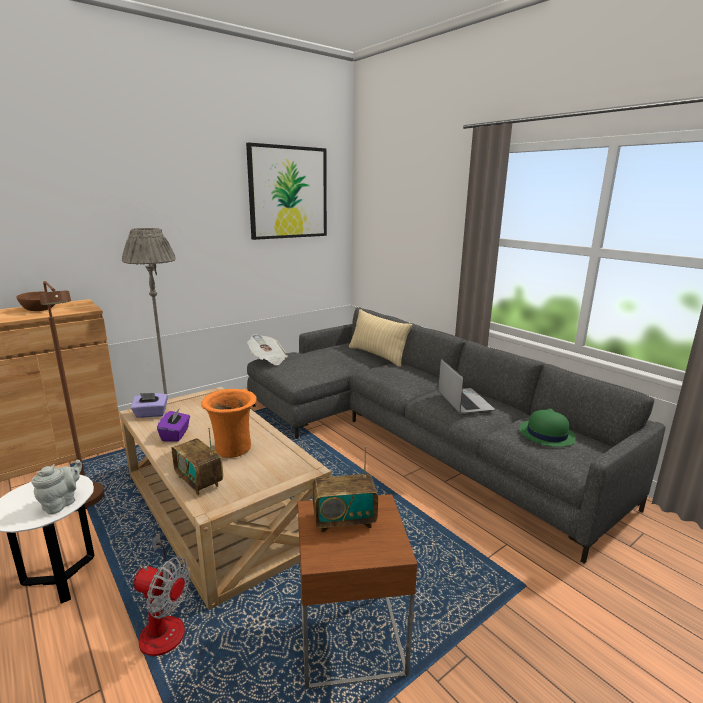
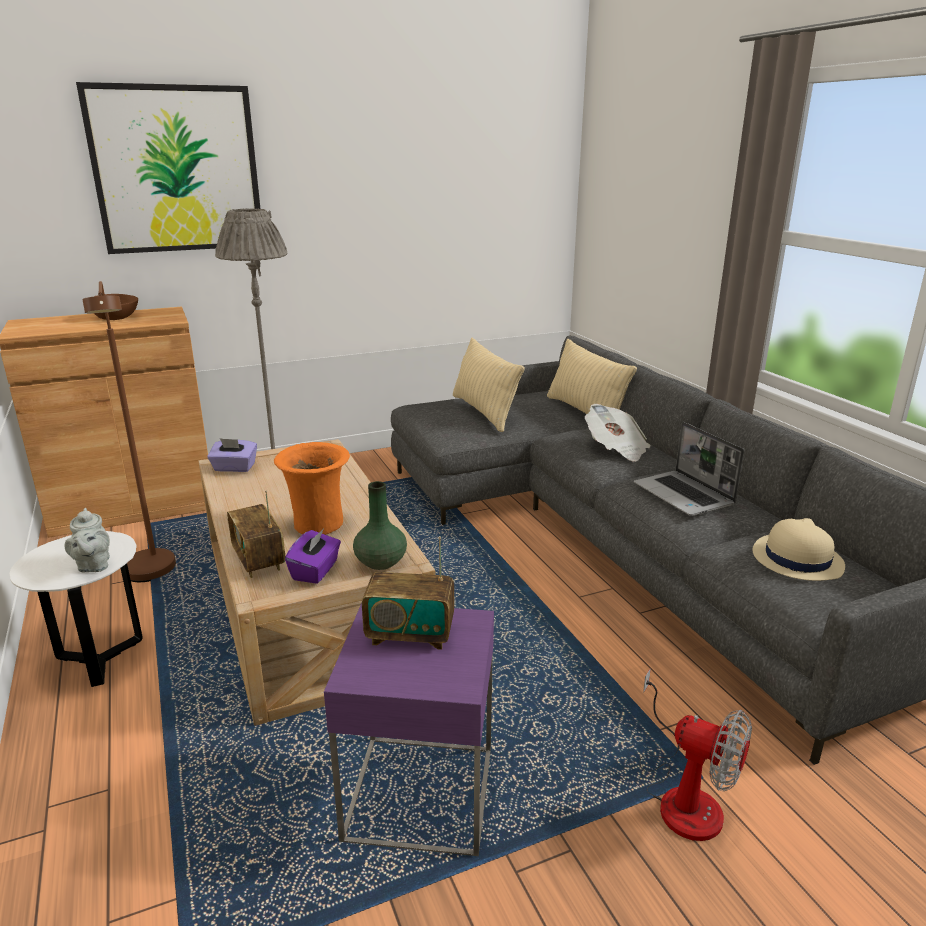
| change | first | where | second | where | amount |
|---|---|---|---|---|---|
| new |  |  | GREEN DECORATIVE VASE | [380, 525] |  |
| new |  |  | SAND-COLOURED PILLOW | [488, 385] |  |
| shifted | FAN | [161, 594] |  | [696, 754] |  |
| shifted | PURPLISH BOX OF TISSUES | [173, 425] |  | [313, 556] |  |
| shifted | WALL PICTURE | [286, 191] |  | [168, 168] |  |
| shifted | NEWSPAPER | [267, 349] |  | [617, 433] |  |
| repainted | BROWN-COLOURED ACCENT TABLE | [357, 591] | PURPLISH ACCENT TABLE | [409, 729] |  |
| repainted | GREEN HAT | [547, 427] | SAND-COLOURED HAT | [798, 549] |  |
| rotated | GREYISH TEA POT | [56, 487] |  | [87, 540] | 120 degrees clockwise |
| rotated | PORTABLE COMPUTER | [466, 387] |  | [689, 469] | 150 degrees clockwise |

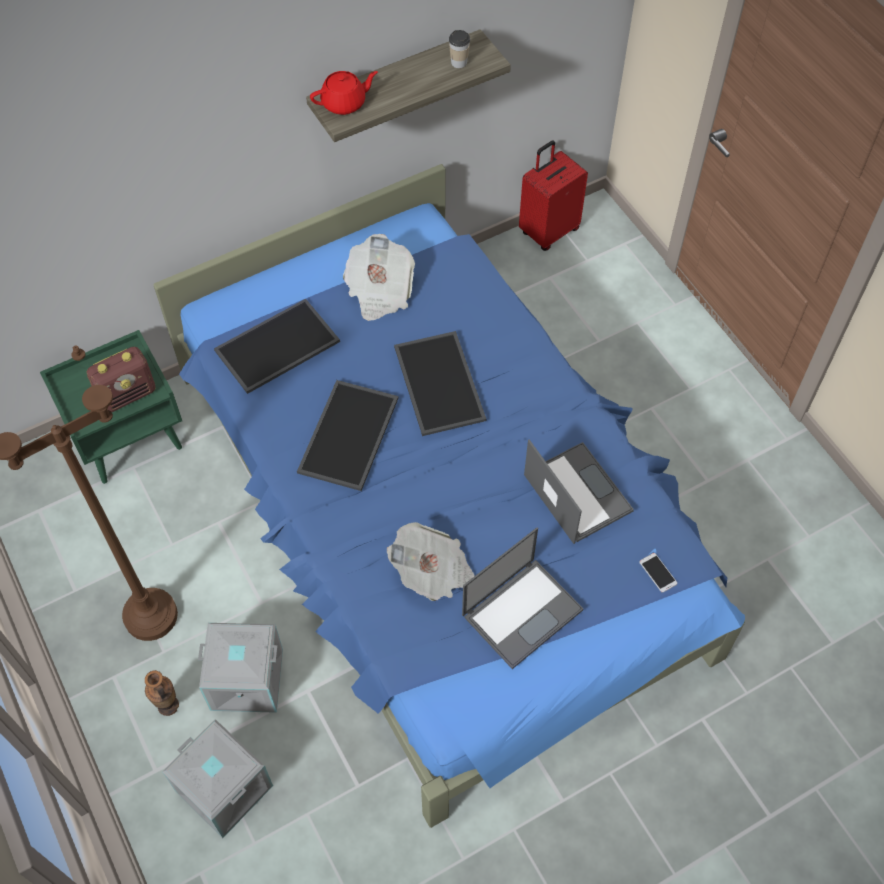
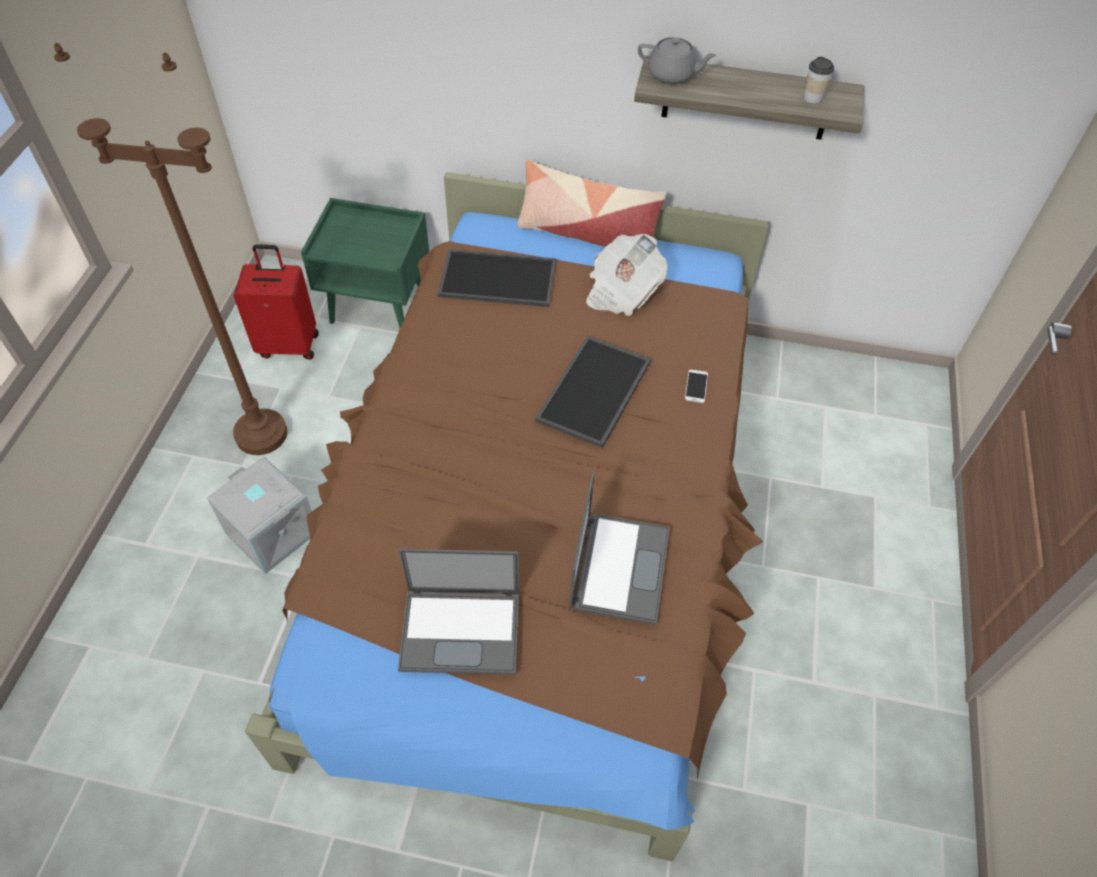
| change | first | where | second | where | amount |
|---|---|---|---|---|---|
| gone | RADIO SET | [121, 379] |  |  |  |
| gone | DECORATIVE VASE | [162, 693] |  |  |  |
| gone | GREYISH STORAGE BOX | [217, 778] |  |  |  |
| gone | SERVING TRAY | [348, 435] |  |  |  |
| gone | NEWSPAPER | [430, 561] |  |  |  |
| new |  |  | PILLOW | [591, 203] |  |
| shifted | RED SUITCASE | [553, 195] |  | [276, 302] |  |
| shifted | TELEPHONE | [658, 573] |  | [696, 386] |  |
| repainted | BLUE-COLOURED BED | [449, 496] | BROWN-COLOURED BED | [507, 516] |  |
| repainted | RED TEA POT | [344, 93] | GREYISH TEA POT | [677, 60] |  |

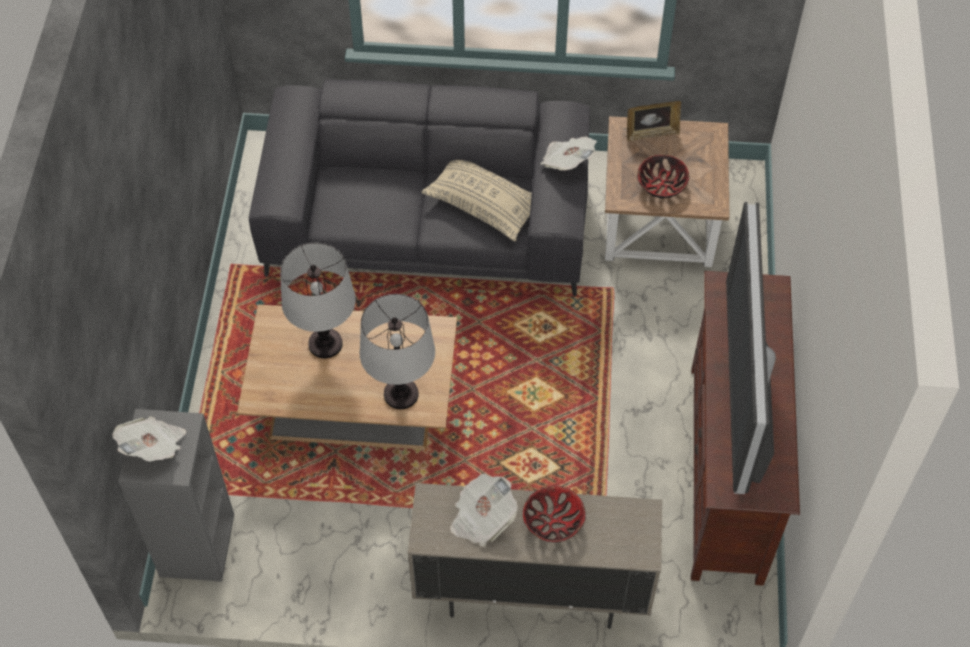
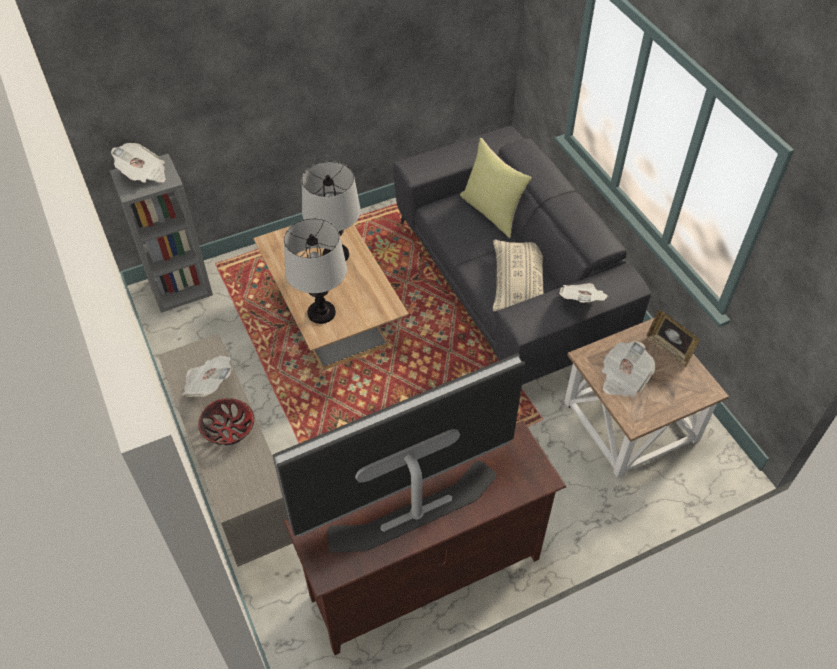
| change | first | where | second | where | amount |
|---|---|---|---|---|---|
| new |  |  | YELLOW PILLOW | [496, 188] |  |
| swapped | DEEP DISH | [663, 177] | NEWSPAPER | [628, 369] |  |

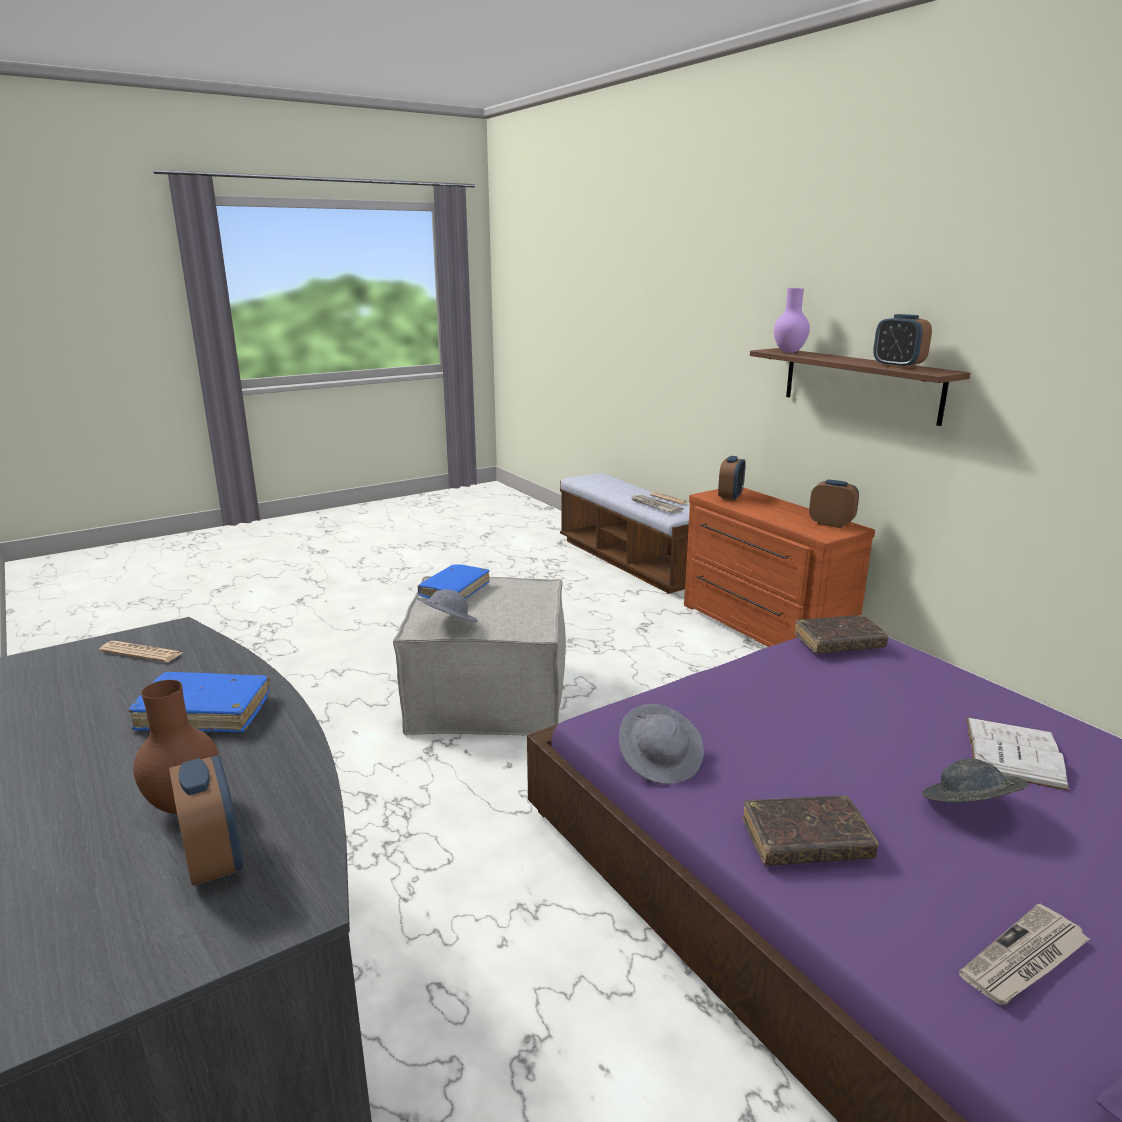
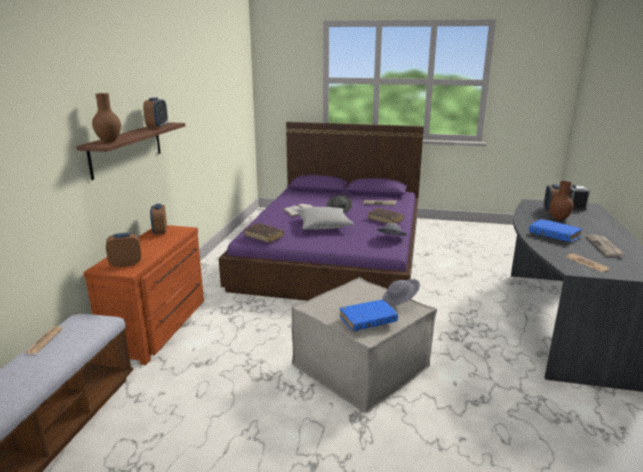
| change | first | where | second | where | amount |
|---|---|---|---|---|---|
| new |  |  | GREYISH PILLOW | [325, 218] |  |
| new |  |  | BEDSIDE CLOCK | [579, 197] |  |
| shifted | NEWSPAPER | [657, 504] |  | [604, 246] |  |
| repainted | PURPLISH DECORATIVE VASE | [792, 320] | BROWN-COLOURED DECORATIVE VASE | [106, 117] |  |

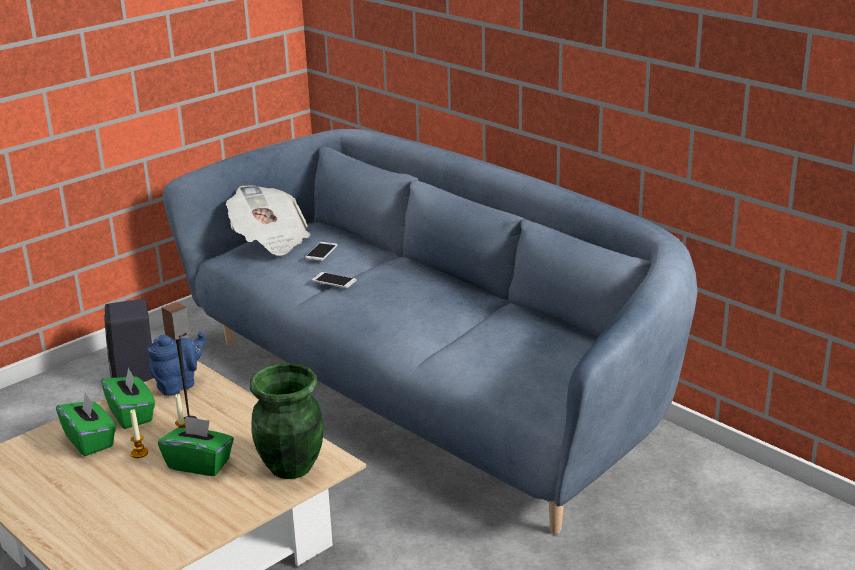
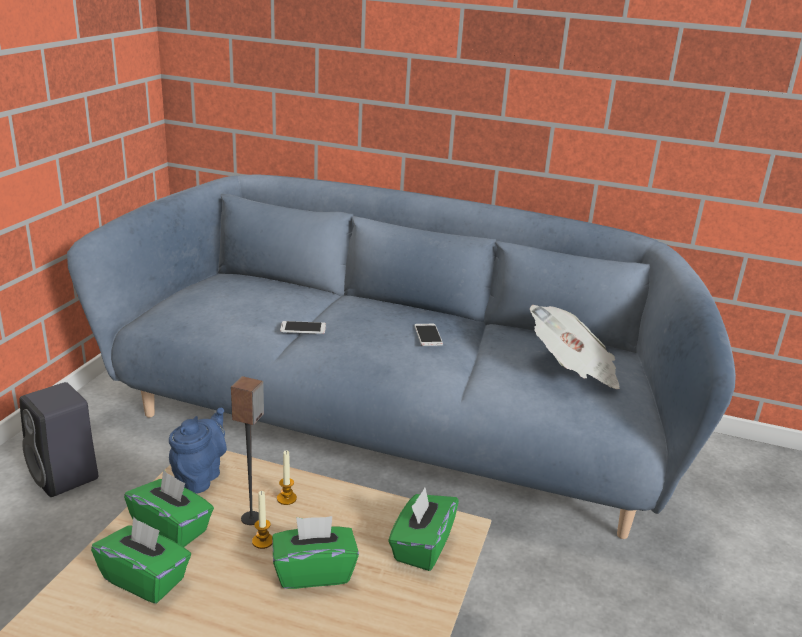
| change | first | where | second | where | amount |
|---|---|---|---|---|---|
| shifted | WAX CANDLE | [139, 433] |  | [287, 477] |  |
| shifted | NEWSPAPER | [268, 221] |  | [575, 347] |  |
| shifted | TELEPHONE | [321, 251] |  | [429, 335] |  |
| swapped | GREEN DECORATIVE VASE | [286, 421] | GREEN BOX OF TISSUES | [423, 529] |  |

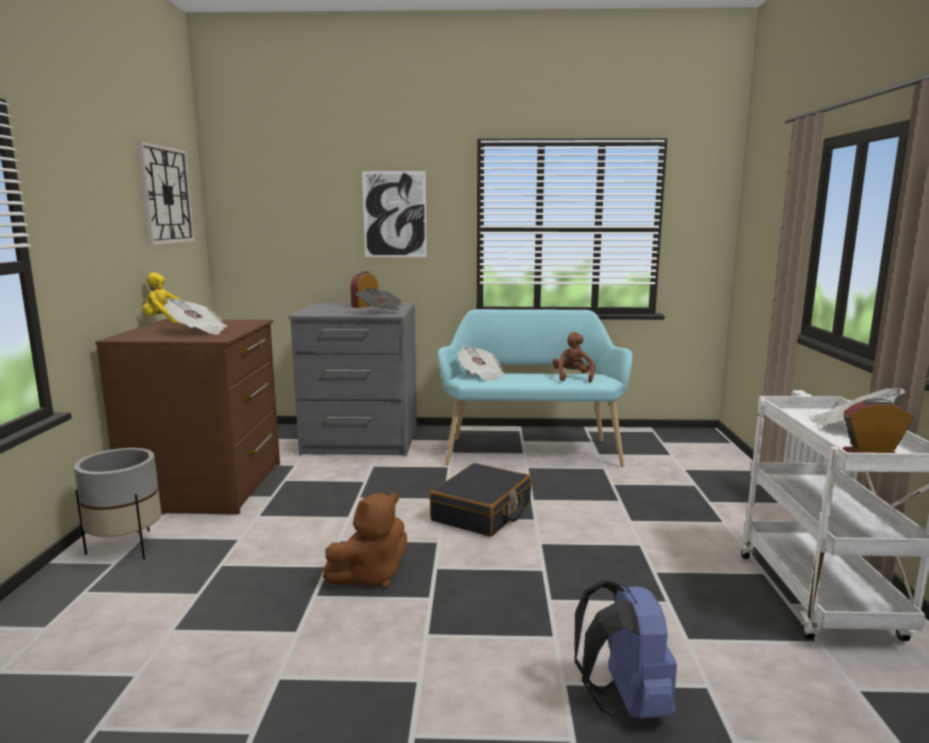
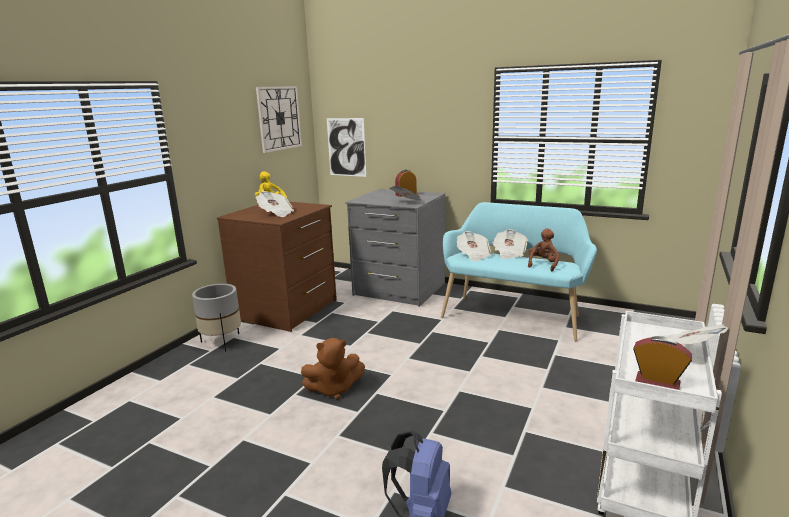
| change | first | where | second | where | amount |
|---|---|---|---|---|---|
| gone | BLACKISH SUITCASE | [480, 500] |  |  |  |
| new |  |  | NEWSPAPER | [510, 244] |  |
| shifted | WALL PICTURE | [394, 214] |  | [346, 147] |  |

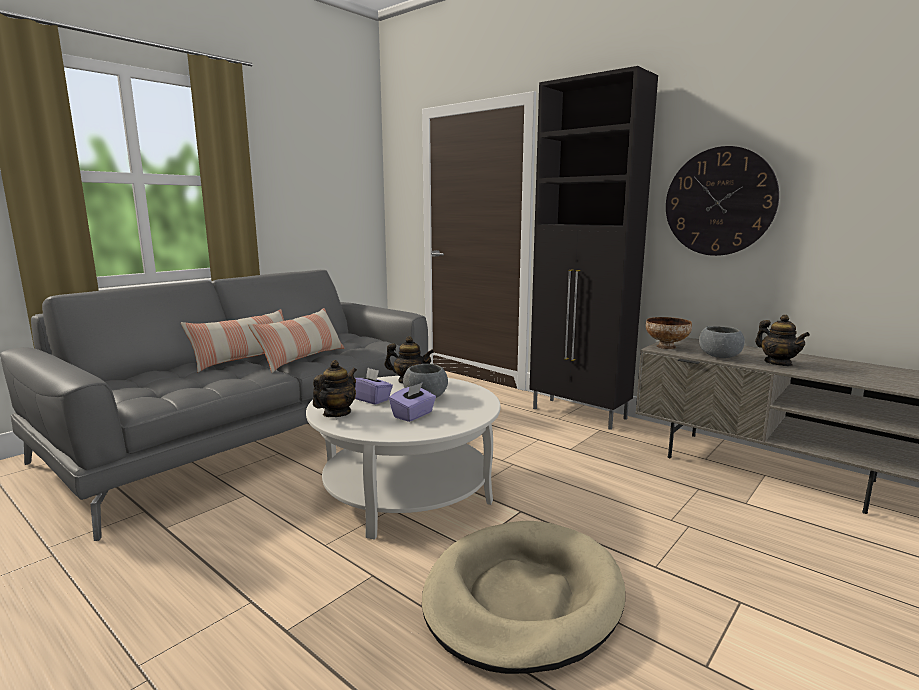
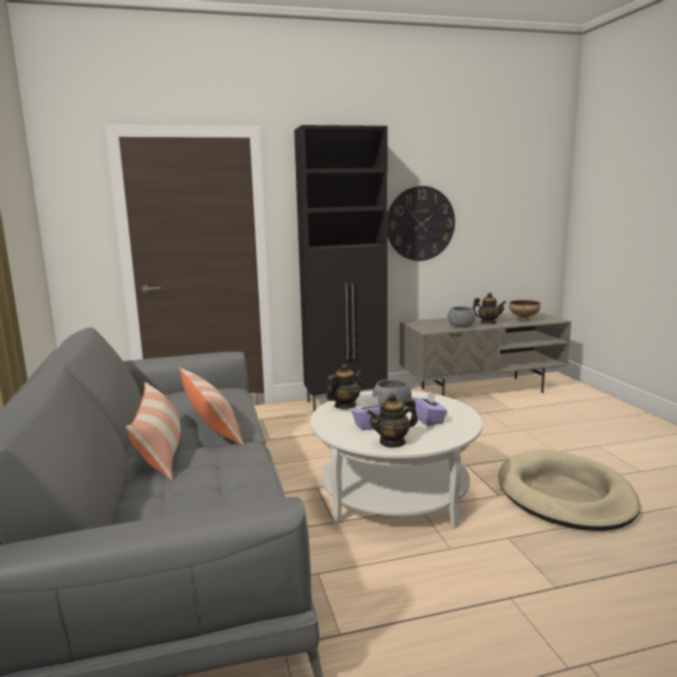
| change | first | where | second | where | amount |
|---|---|---|---|---|---|
| shifted | DEEP DISH | [669, 333] |  | [525, 311] |  |
| rotated | TEA POT | [335, 388] |  | [392, 420] | 90 degrees counterclockwise |

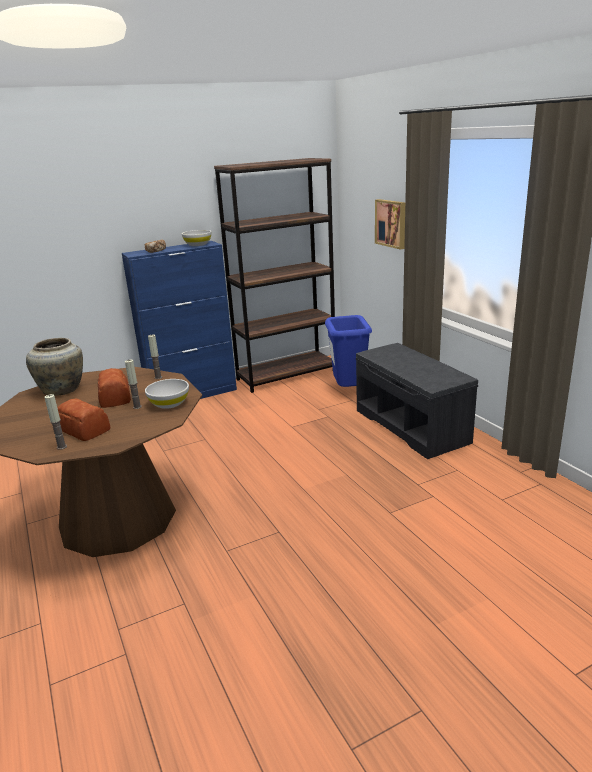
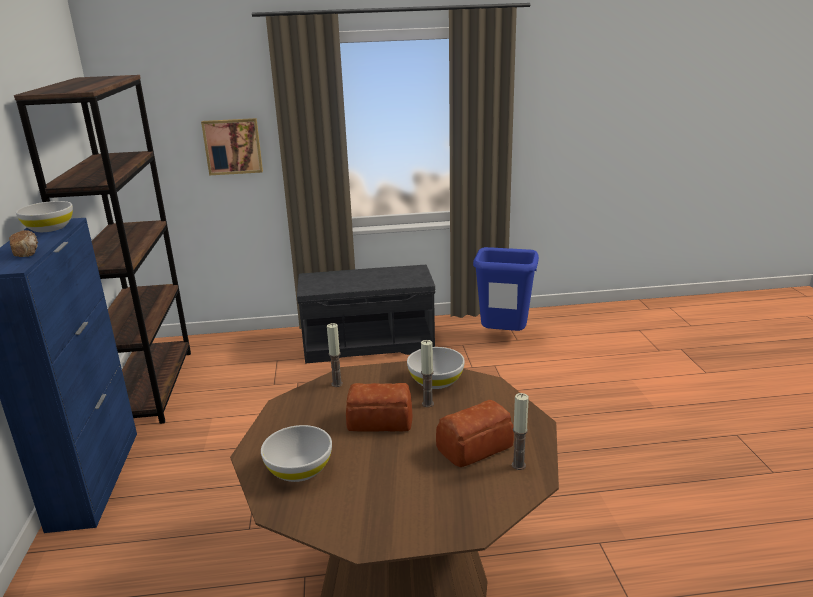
| change | first | where | second | where | amount |
|---|---|---|---|---|---|
| shifted | BLUE-COLOURED TRASH CAN | [348, 351] |  | [506, 289] |  |
| swapped | SAND-COLOURED DECORATIVE VASE | [54, 367] | WHITE-COLOURED DEEP DISH | [296, 453] |  |

